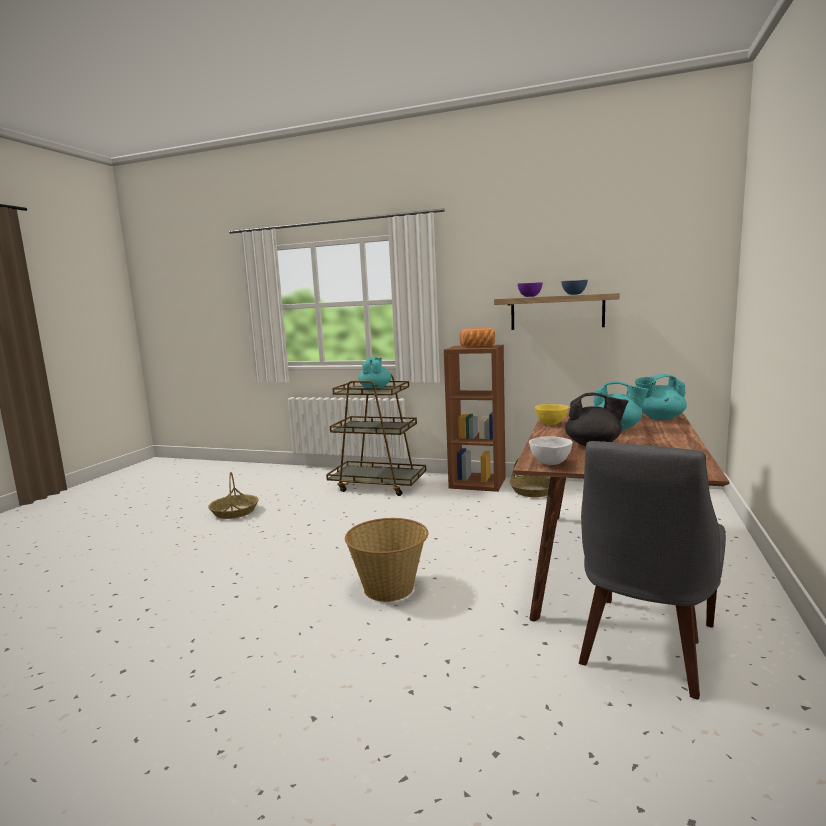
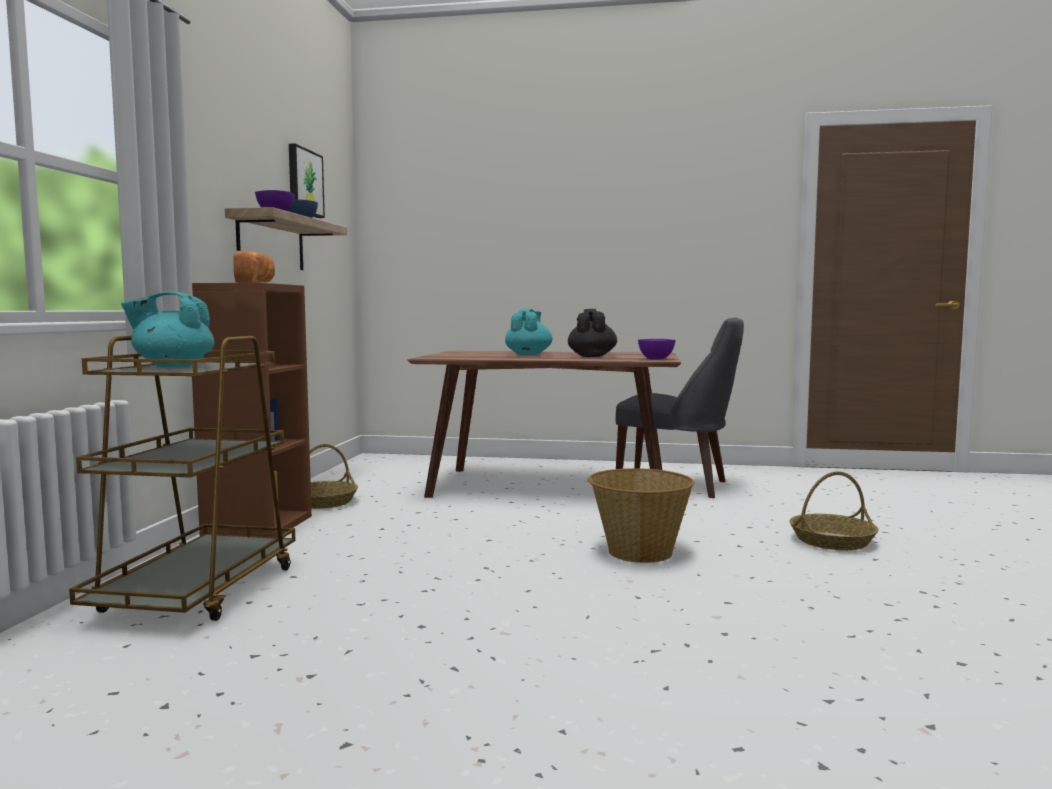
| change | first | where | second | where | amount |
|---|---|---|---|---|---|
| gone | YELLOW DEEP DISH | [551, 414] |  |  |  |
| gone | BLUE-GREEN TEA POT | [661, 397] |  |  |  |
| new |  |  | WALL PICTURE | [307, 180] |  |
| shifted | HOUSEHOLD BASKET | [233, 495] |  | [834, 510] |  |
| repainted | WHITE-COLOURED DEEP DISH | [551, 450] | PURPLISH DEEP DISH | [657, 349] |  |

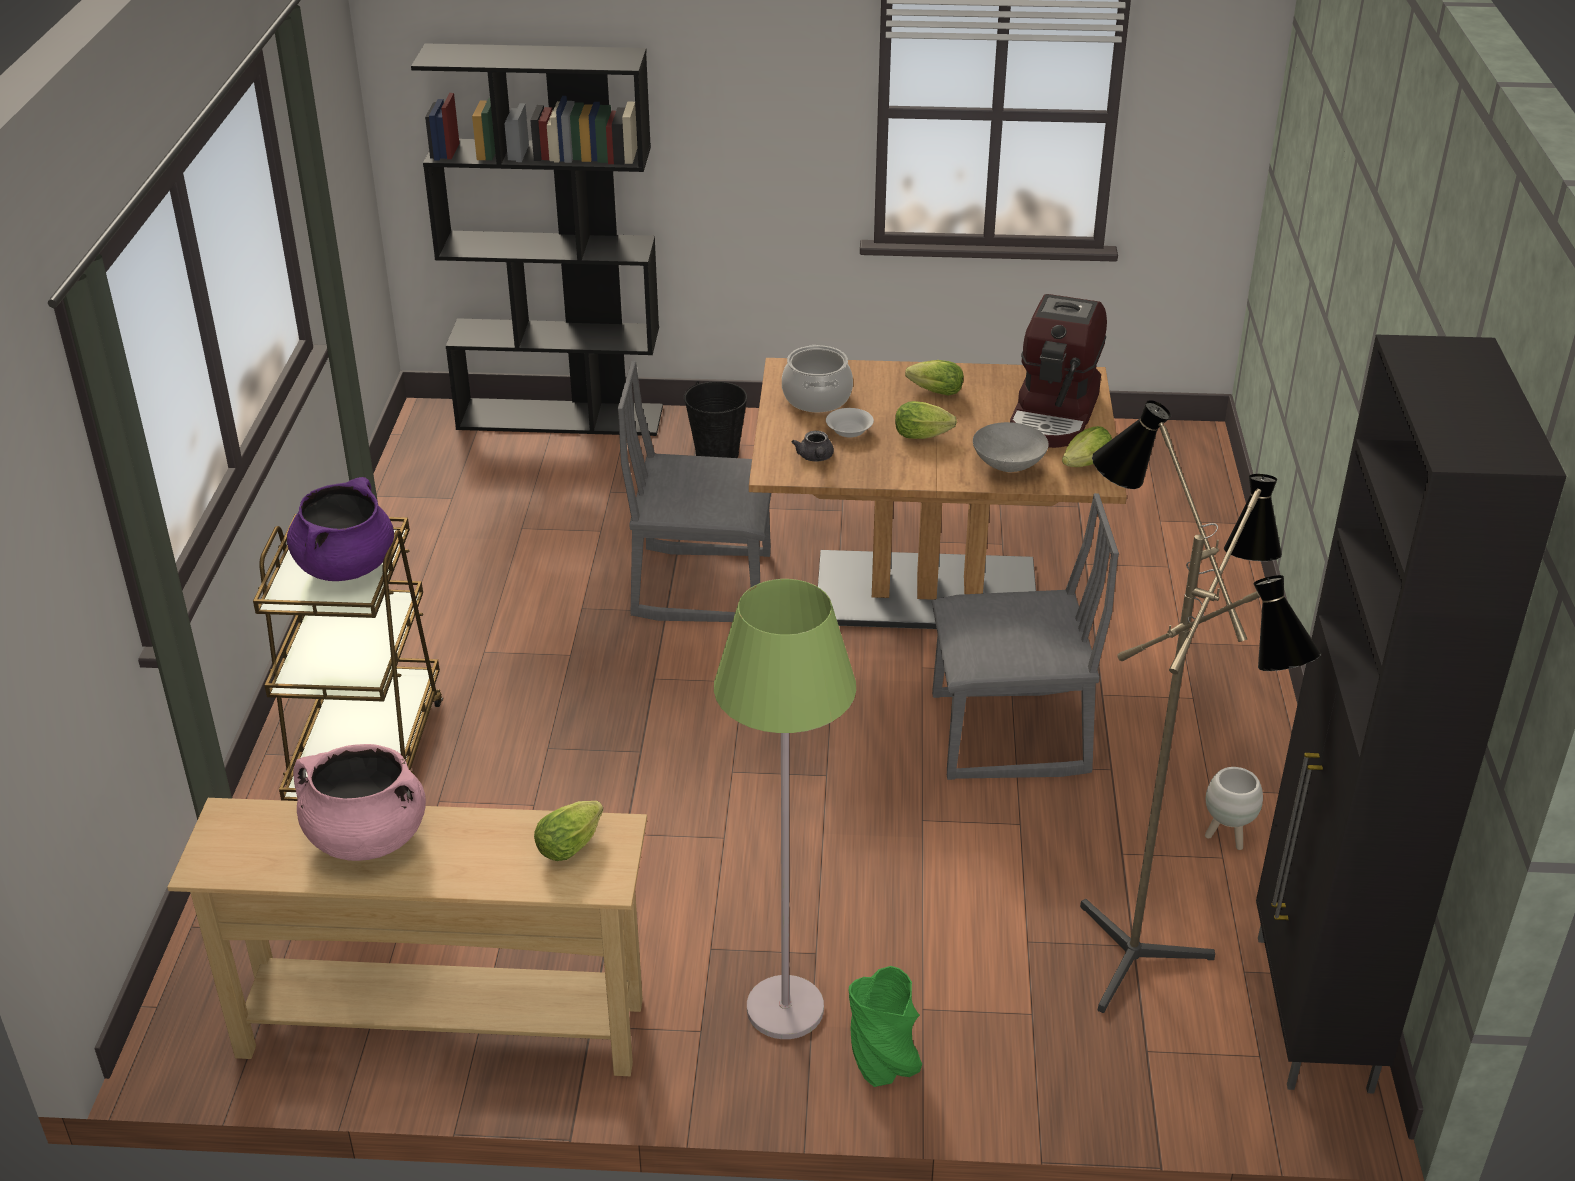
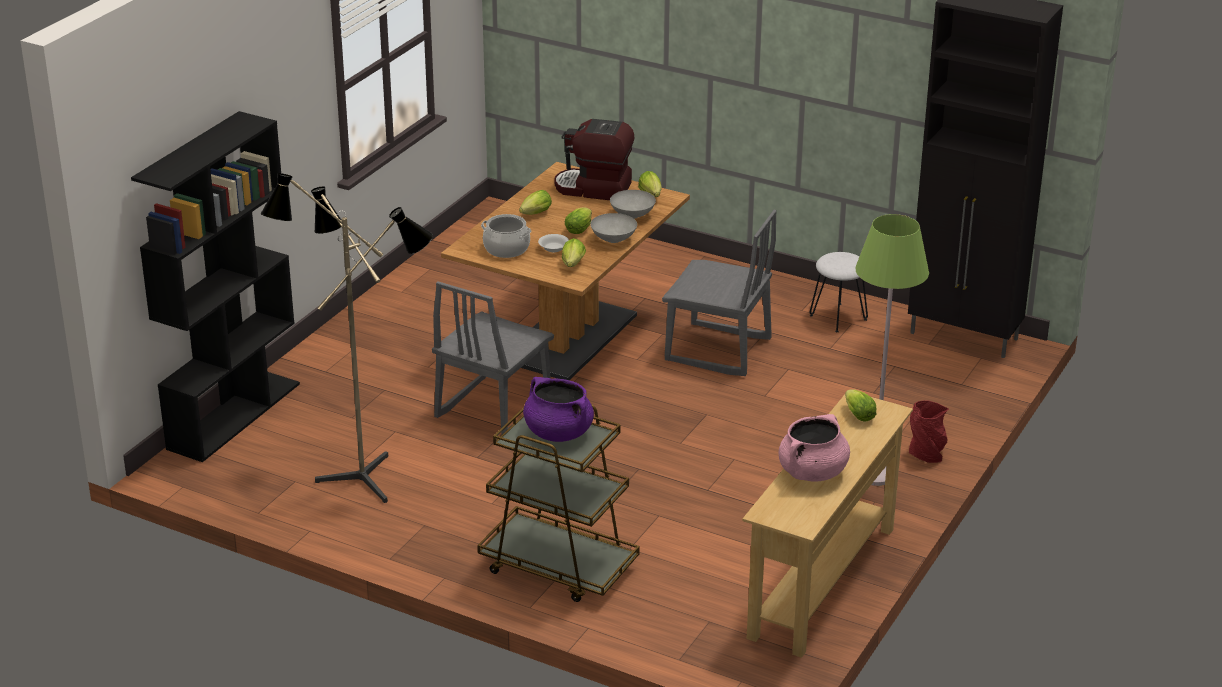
| change | first | where | second | where | amount |
|---|---|---|---|---|---|
| gone | BLACKISH PAIL | [715, 419] |  |  |  |
| new |  |  | GREYISH DEEP DISH | [613, 228] |  |
| shifted | STANDING LAMP | [1200, 706] |  | [347, 338] |  |
| swapped | GREYISH TEA POT | [813, 446] | LETTUCE HEAD | [574, 252] |  |
| swapped | WHITE-COLOURED FLOWER POT | [1234, 808] | WHITE-COLOURED SITTING STOOL | [838, 292] |  |
| repainted | GREEN DECORATIVE VASE | [885, 1026] | RED DECORATIVE VASE | [929, 432] |  |
| rotated | GREYISH CHAIR | [1025, 636] |  | [719, 293] | 90 degrees clockwise |
| rotated | COFFEE MAKER | [1058, 371] |  | [595, 159] | 150 degrees clockwise |

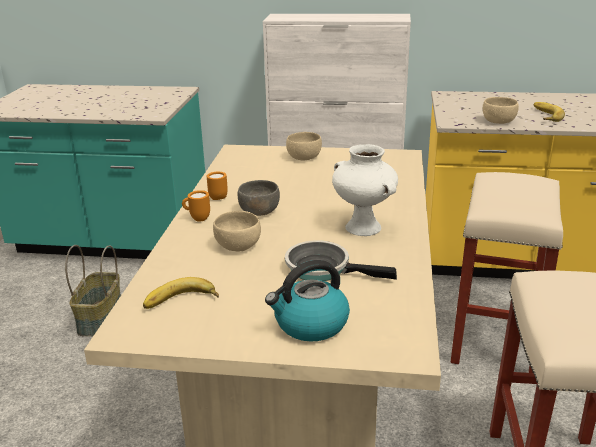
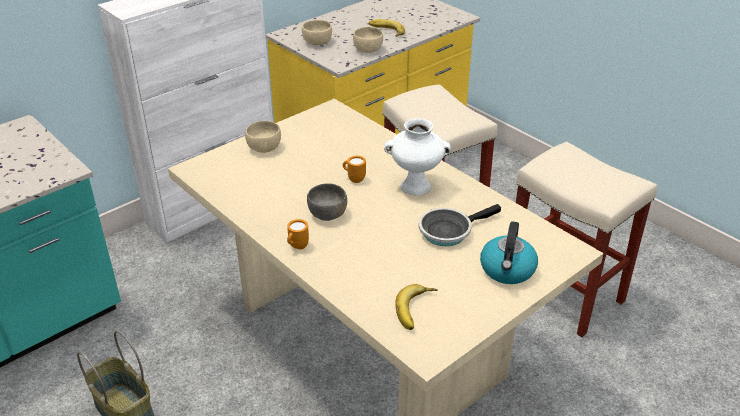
| change | first | where | second | where | amount |
|---|---|---|---|---|---|
| shifted | ORANGE-COLOURED COFFEE MUG | [217, 186] |  | [354, 169] |  |
| shifted | SAND-COLOURED DEEP DISH | [237, 231] |  | [317, 32] |  |

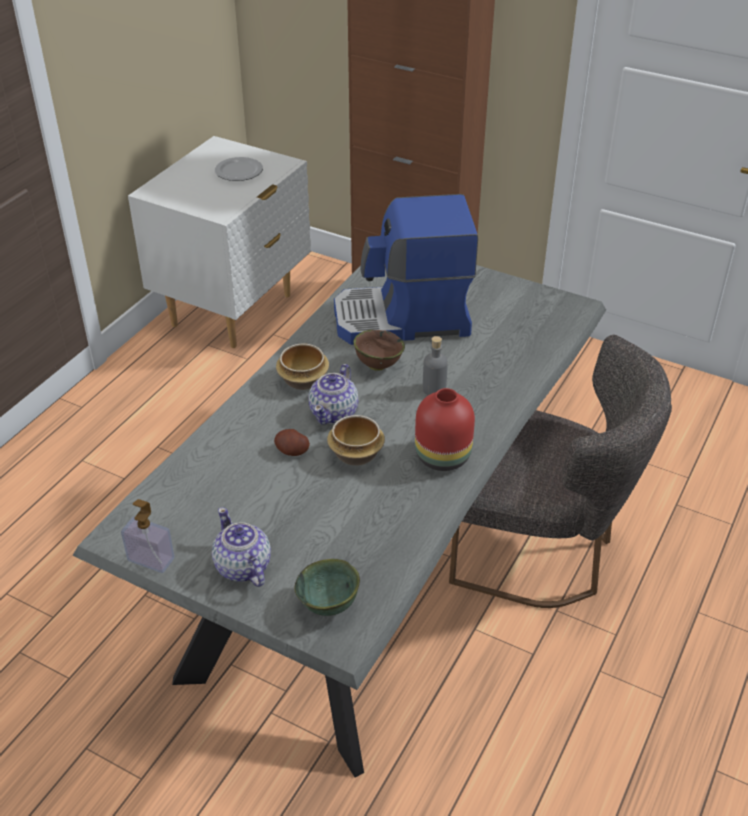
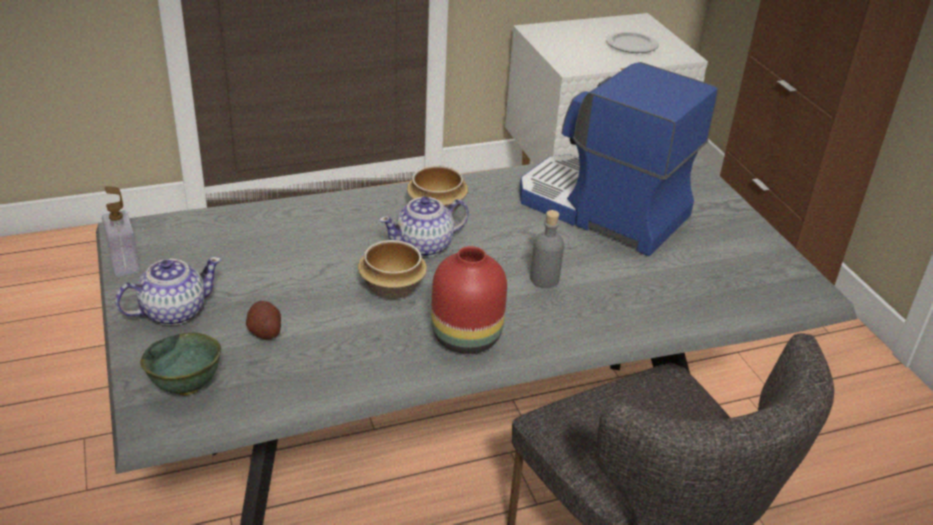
| change | first | where | second | where | amount |
|---|---|---|---|---|---|
| gone | BROWN-COLOURED DEEP DISH | [379, 350] |  |  |  |
| shifted | POTATO | [292, 442] |  | [263, 320] |  |
| rotated | TEA POT | [241, 547] |  | [168, 291] | 45 degrees clockwise |

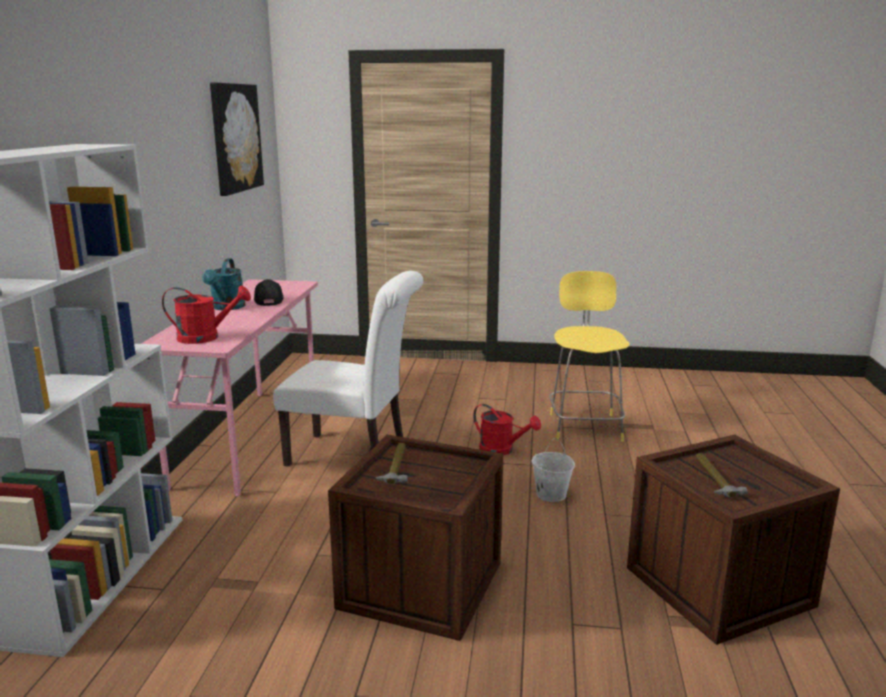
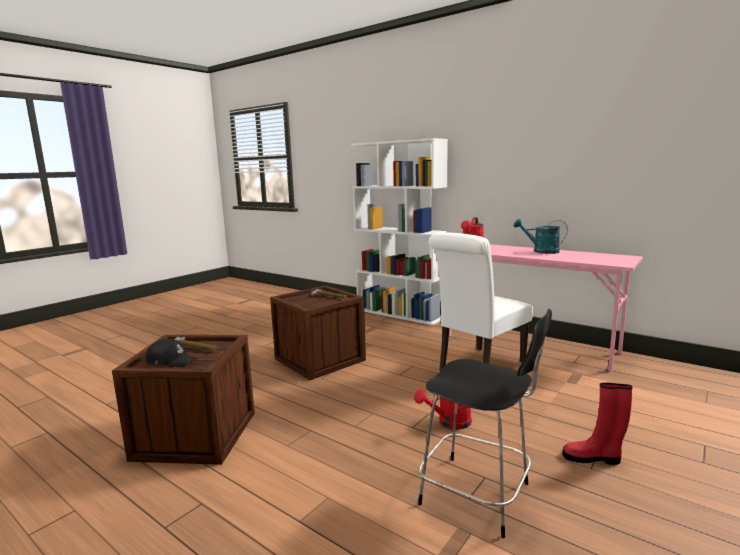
| change | first | where | second | where | amount |
|---|---|---|---|---|---|
| gone | WALL PICTURE | [237, 139] |  |  |  |
| gone | WHITE-COLOURED PAIL | [553, 470] |  |  |  |
| new |  |  | RED TALL BOOT | [597, 424] |  |
| shifted | BLACKISH BASEBALL CAP | [269, 292] |  | [171, 353] |  |
| repainted | YELLOW SITTING STOOL | [589, 356] | BLACKISH SITTING STOOL | [485, 423] |  |

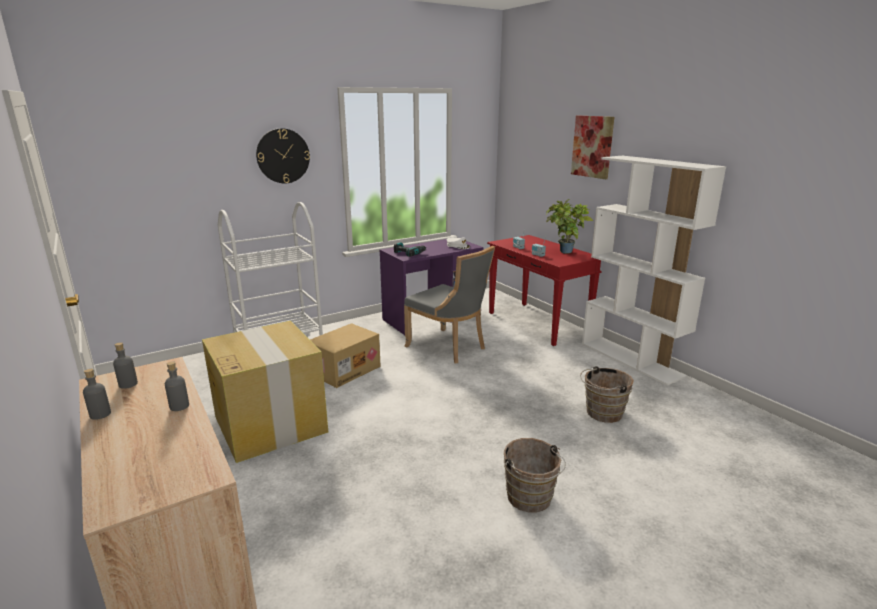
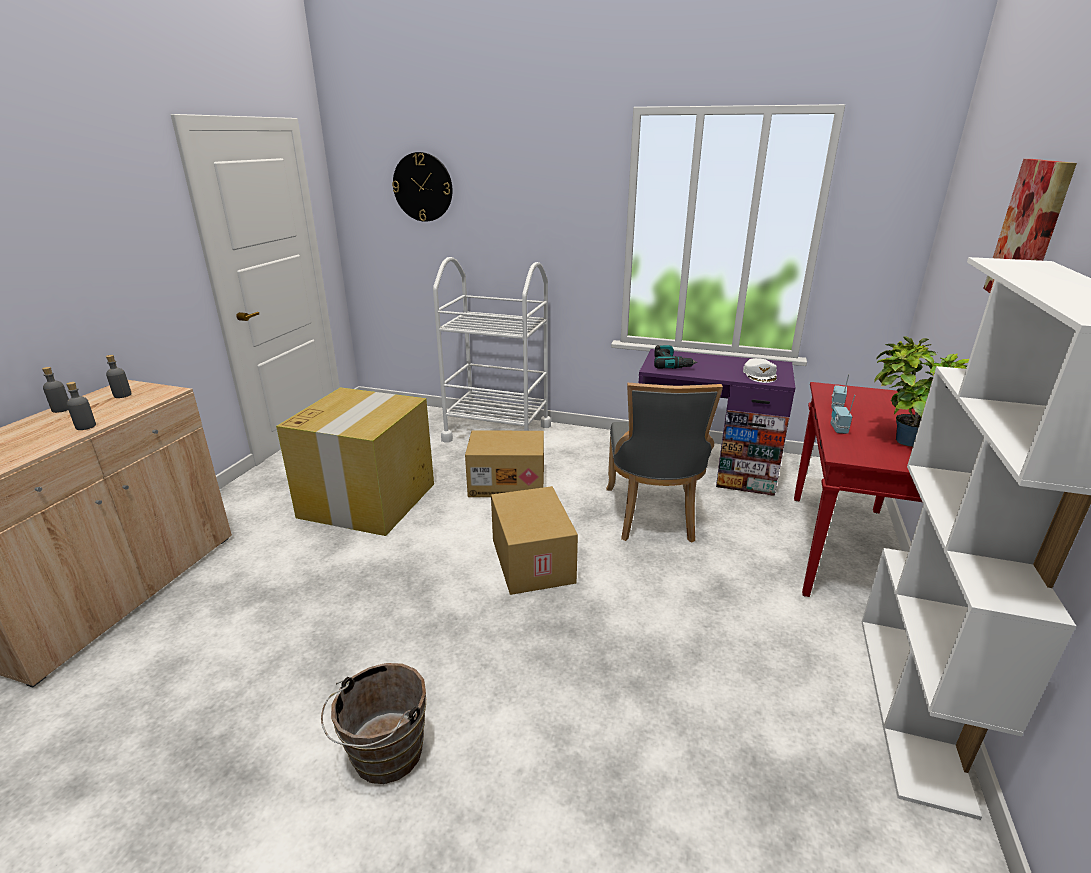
| change | first | where | second | where | amount |
|---|---|---|---|---|---|
| gone | BROWN-COLOURED PAIL | [607, 394] |  |  |  |
| new |  |  | CARDBOARD BOX | [534, 540] |  |
| shifted | HANGING CLOCK | [283, 155] |  | [422, 187] |  |

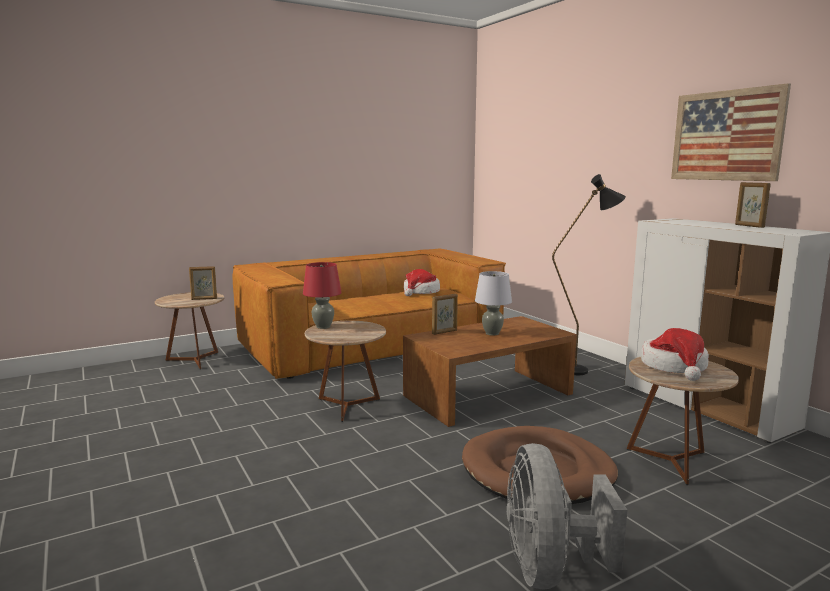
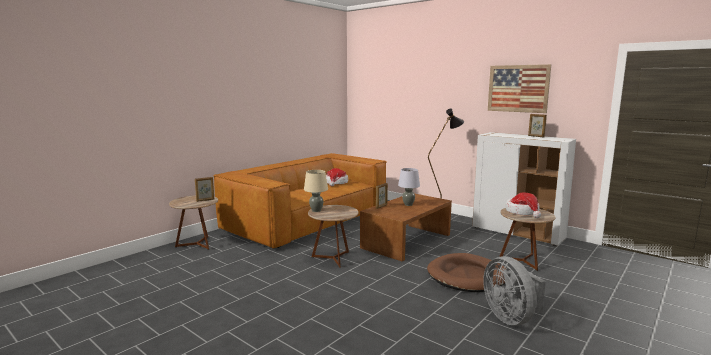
| change | first | where | second | where | amount |
|---|---|---|---|---|---|
| repainted | RED TABLETOP LAMP | [322, 295] | SAND-COLOURED TABLETOP LAMP | [316, 191] |  |

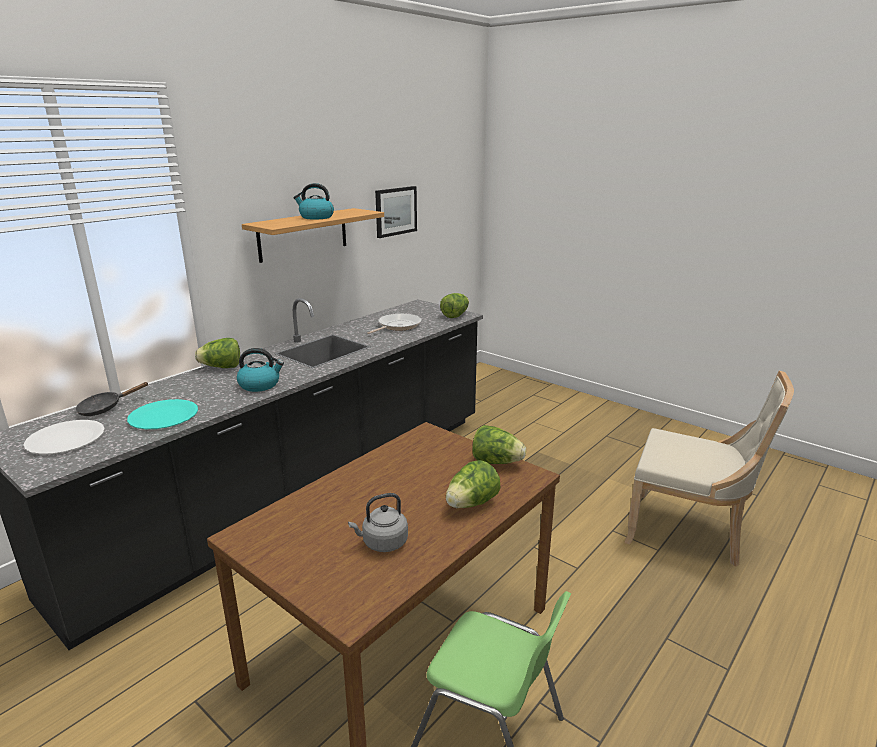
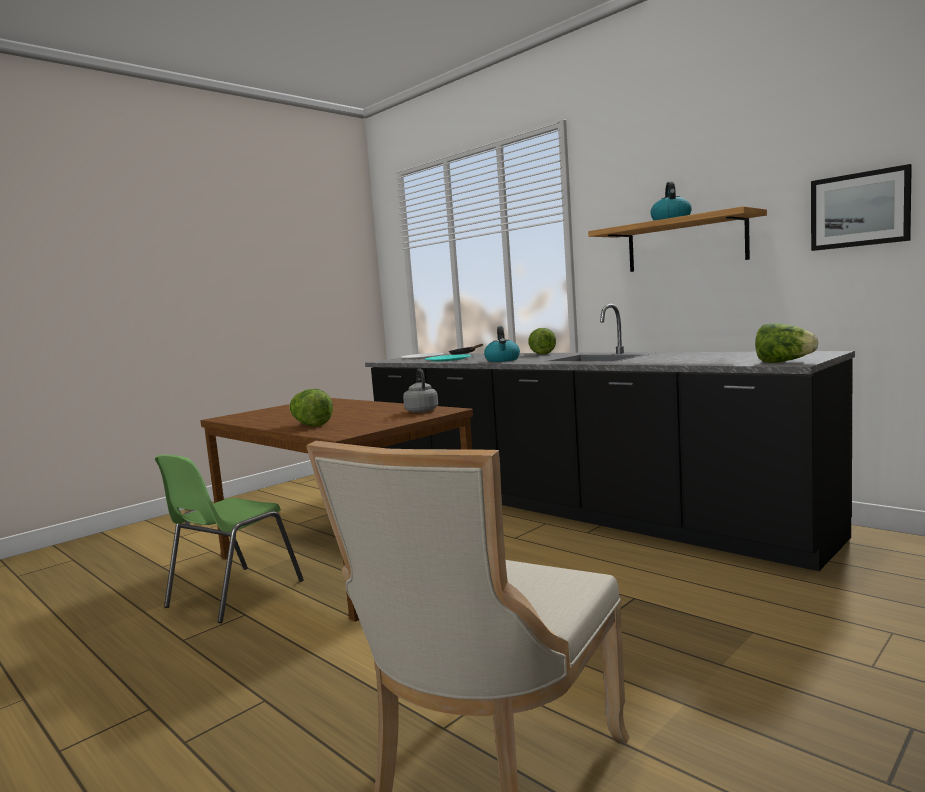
| change | first | where | second | where | amount |
|---|---|---|---|---|---|
| gone | PAN | [394, 323] |  |  |  |
| gone | LETTUCE HEAD | [499, 444] |  |  |  |
| shifted | GREYISH TEA KETTLE | [378, 522] |  | [420, 391] |  |

